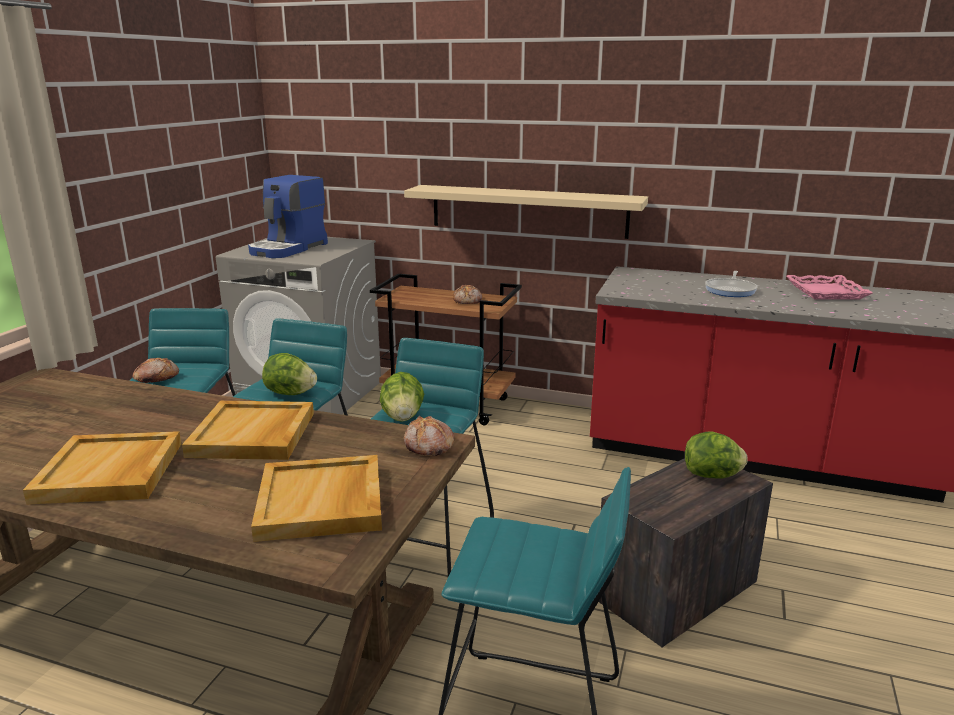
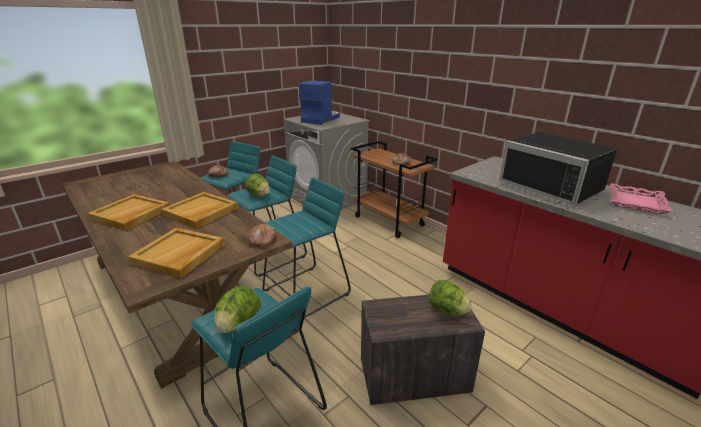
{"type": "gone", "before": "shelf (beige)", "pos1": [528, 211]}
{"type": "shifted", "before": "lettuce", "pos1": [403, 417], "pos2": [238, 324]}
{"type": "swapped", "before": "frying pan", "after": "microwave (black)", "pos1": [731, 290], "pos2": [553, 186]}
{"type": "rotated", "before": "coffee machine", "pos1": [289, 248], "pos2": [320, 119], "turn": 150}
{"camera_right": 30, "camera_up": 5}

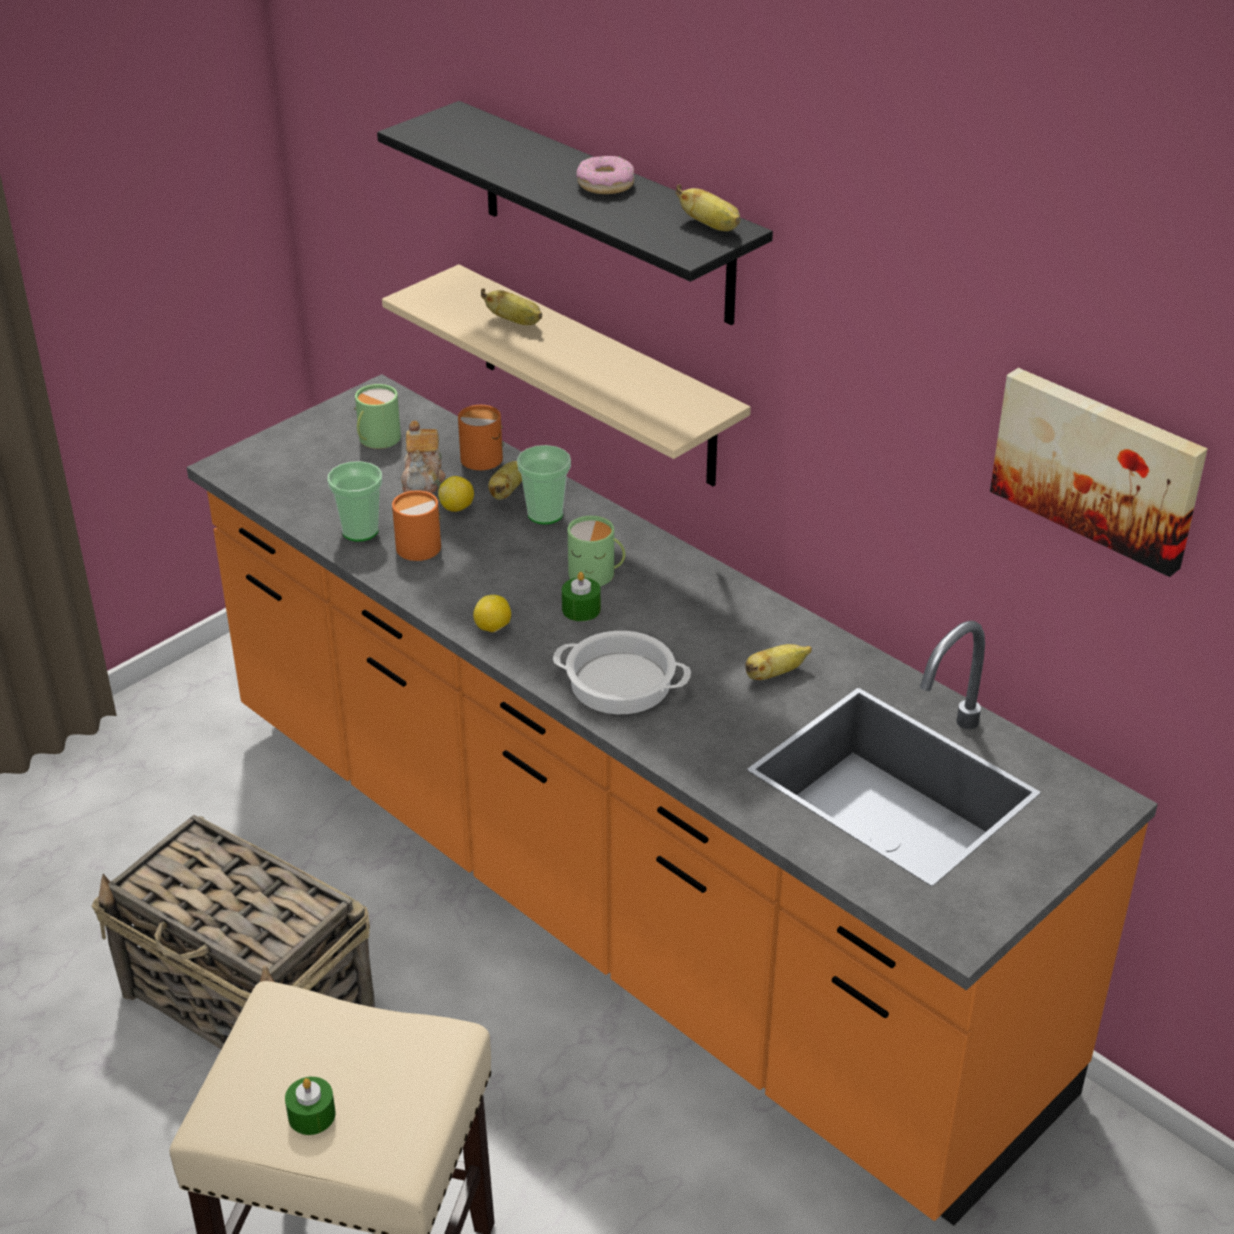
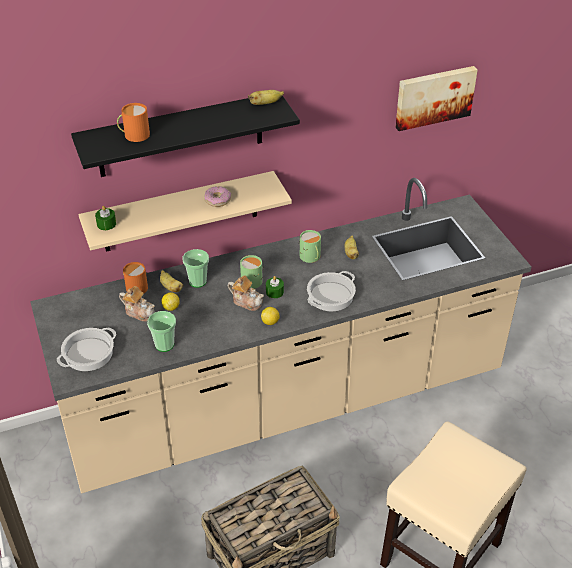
{"type": "gone", "before": "banana", "pos1": [515, 322]}
{"type": "new", "after": "cooking pot", "pos2": [88, 353]}
{"type": "new", "after": "teapot", "pos2": [247, 301]}
{"type": "shifted", "before": "candle (green)", "pos1": [311, 1115], "pos2": [106, 224]}
{"type": "shifted", "before": "mug (green)", "pos1": [376, 439], "pos2": [310, 257]}
{"type": "shifted", "before": "mug (orange)", "pos1": [416, 544], "pos2": [134, 134]}
{"type": "shifted", "before": "donut", "pos1": [606, 184], "pos2": [218, 200]}
{"type": "repainted", "before": "counter (orange)", "after": "counter (beige)", "pos1": [617, 898], "pos2": [286, 403]}
{"camera_right": -65, "camera_up": 5}

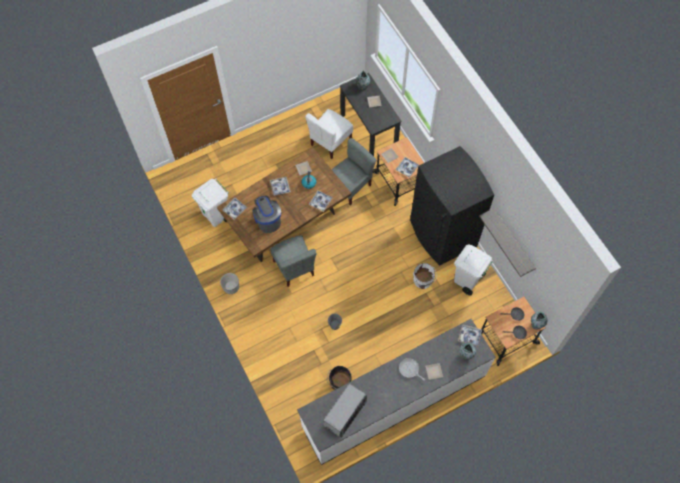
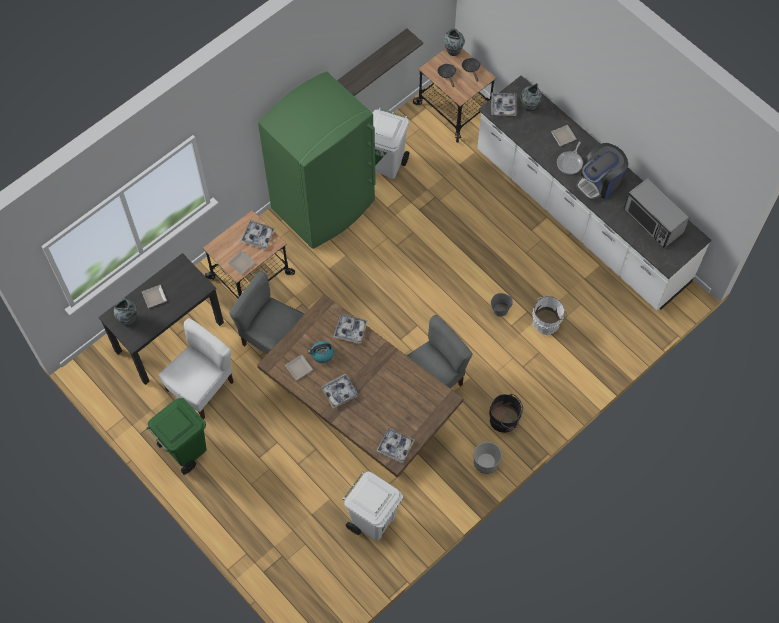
{"type": "new", "after": "trash can (green)", "pos2": [185, 449]}
{"type": "shifted", "before": "coffee machine", "pos1": [267, 219], "pos2": [599, 182]}
{"type": "shifted", "before": "bucket (black)", "pos1": [339, 383], "pos2": [505, 420]}
{"type": "shifted", "before": "bucket (white)", "pos1": [423, 281], "pos2": [547, 321]}
{"type": "repainted", "before": "fridge (black)", "after": "fridge (green)", "pos1": [442, 234], "pos2": [324, 205]}
{"type": "rotated", "before": "chair (white)", "pos1": [330, 142], "pos2": [201, 387], "turn": -75}
{"type": "rotated", "before": "microwave", "pos1": [345, 413], "pos2": [652, 221], "turn": -150}
{"camera_right": -105, "camera_up": 0}

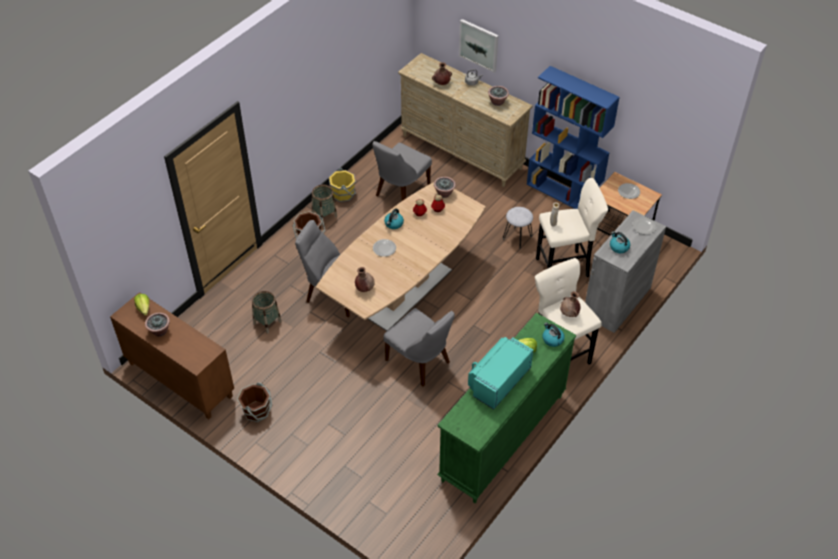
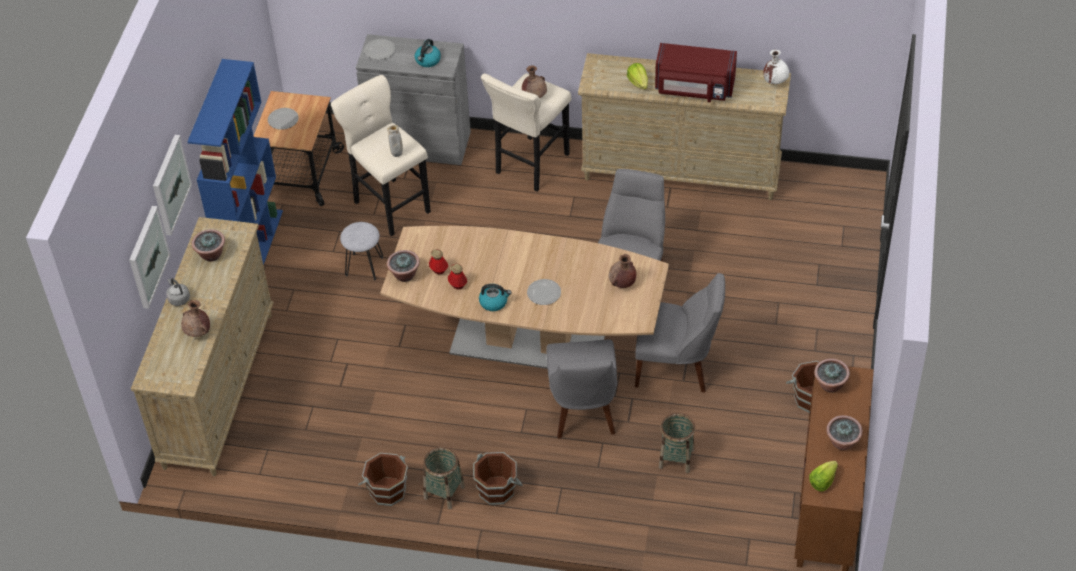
{"type": "gone", "before": "kettle", "pos1": [552, 339]}
{"type": "new", "after": "picture", "pos2": [170, 184]}
{"type": "new", "after": "vase (white)", "pos2": [775, 81]}
{"type": "new", "after": "potted plant", "pos2": [830, 385]}
{"type": "shifted", "before": "chair (grey)", "pos1": [401, 191], "pos2": [677, 367]}
{"type": "repainted", "before": "bucket (yellow)", "after": "bucket (brown)", "pos1": [343, 194], "pos2": [387, 490]}
{"type": "repainted", "before": "dresser (green)", "after": "dresser (beige)", "pos1": [502, 438], "pos2": [682, 172]}
{"type": "repainted", "before": "microwave (turquoise)", "after": "microwave (red)", "pos1": [498, 380], "pos2": [694, 89]}
{"camera_right": -115, "camera_up": 0}

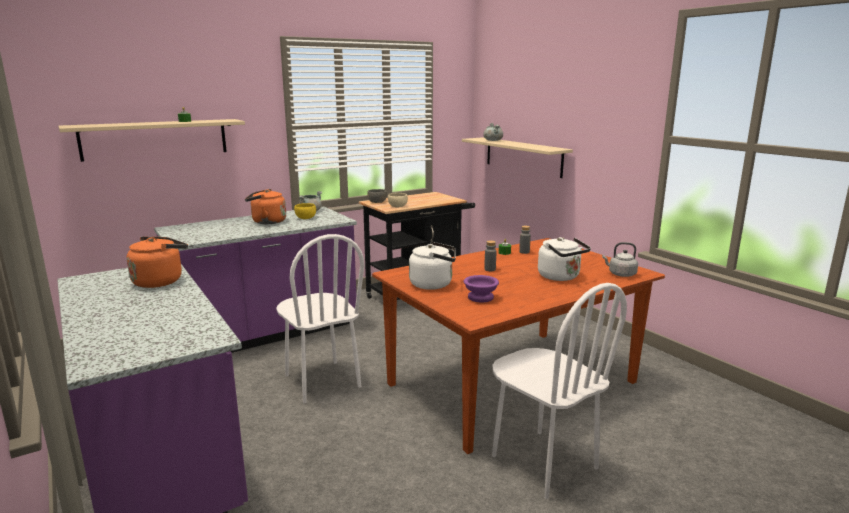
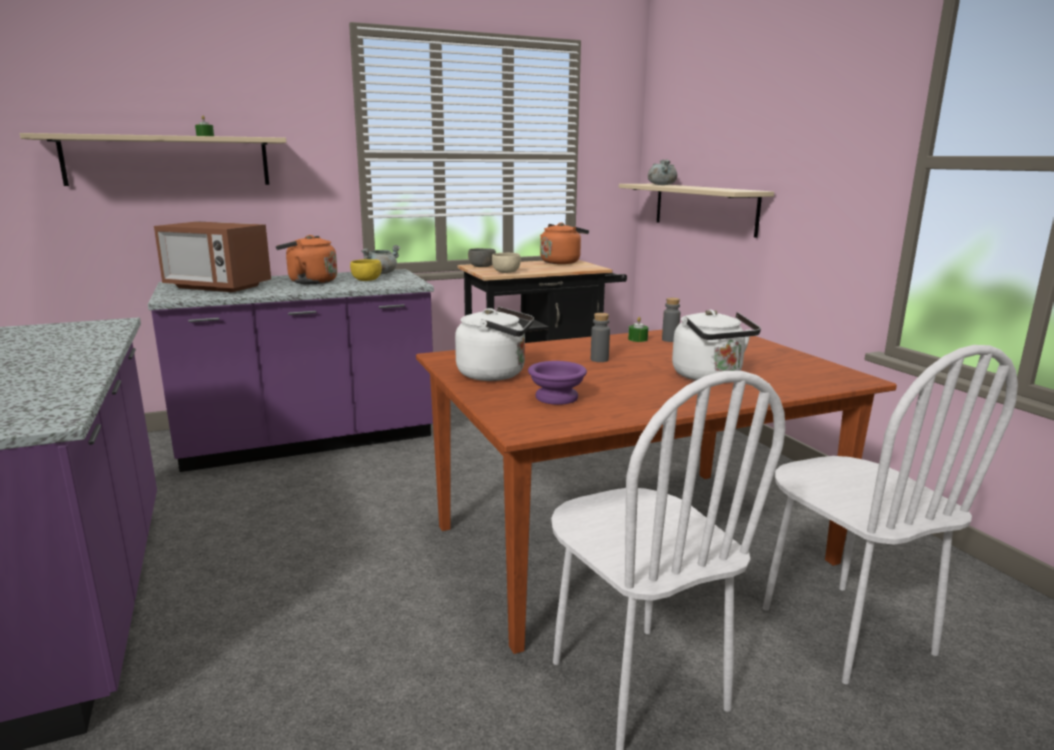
{"type": "gone", "before": "kettle (grey)", "pos1": [620, 274]}
{"type": "new", "after": "microwave", "pos2": [218, 287]}
{"type": "shifted", "before": "kettle (orange)", "pos1": [160, 281], "pos2": [561, 262]}
{"type": "shifted", "before": "chair (white)", "pos1": [321, 381], "pos2": [845, 630]}
{"camera_right": 10, "camera_up": 0}

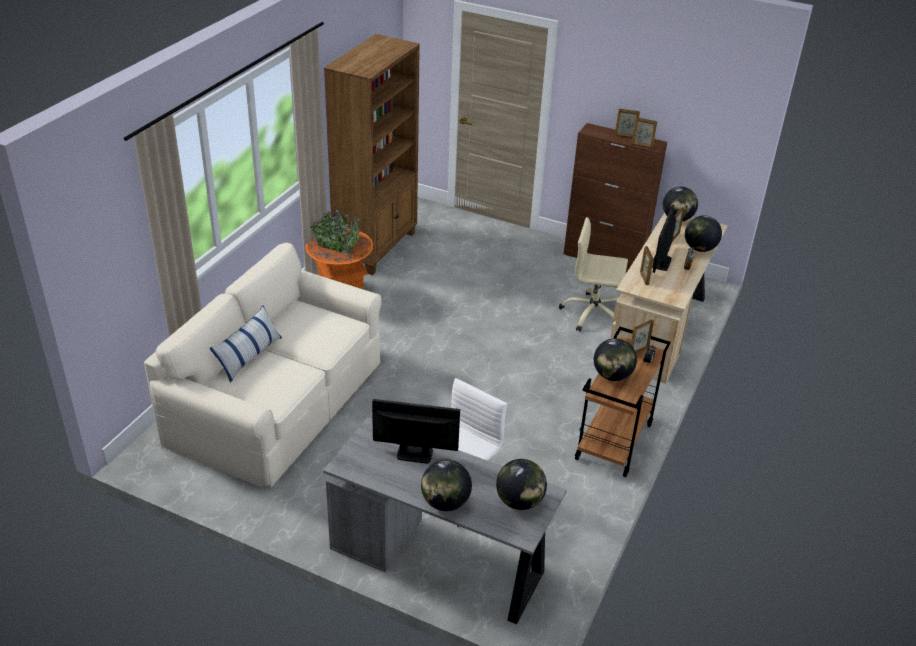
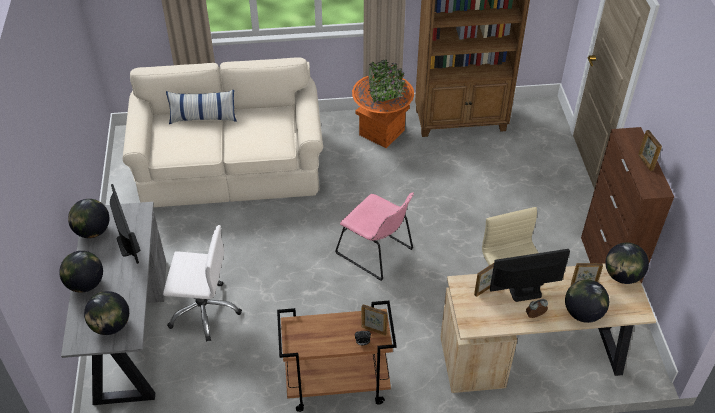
{"type": "gone", "before": "picture frame", "pos1": [642, 146]}
{"type": "new", "after": "chair (pink)", "pos2": [377, 253]}
{"type": "shifted", "before": "globe", "pos1": [612, 376], "pos2": [93, 231]}
{"camera_right": 60, "camera_up": 10}

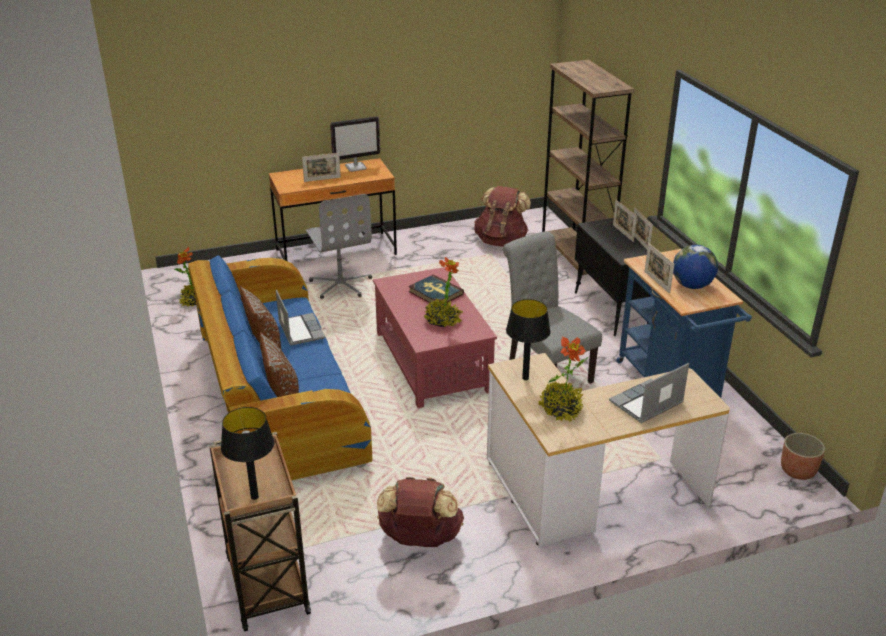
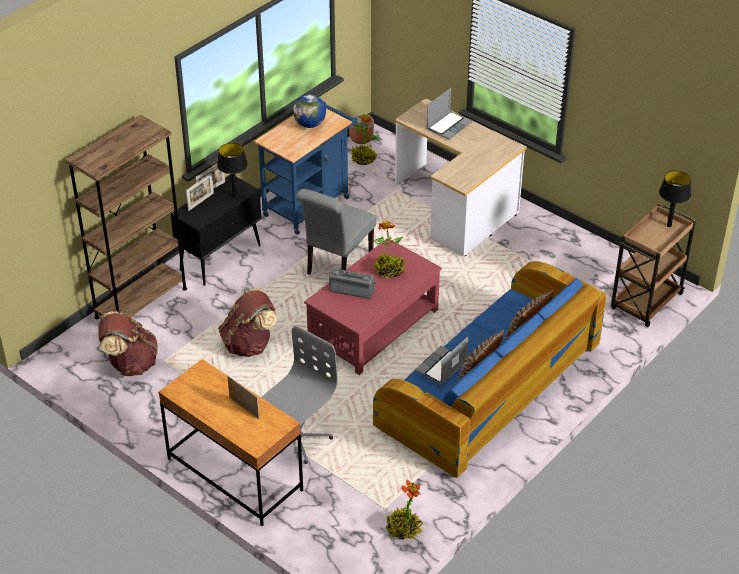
{"type": "gone", "before": "monitor", "pos1": [356, 167]}
{"type": "gone", "before": "picture frame", "pos1": [657, 282]}
{"type": "shifted", "before": "backpack (brown)", "pos1": [420, 539], "pos2": [249, 344]}
{"type": "shifted", "before": "table lamp (black)", "pos1": [525, 378], "pos2": [235, 196]}
{"type": "shifted", "before": "potted plant", "pos1": [560, 409], "pos2": [363, 159]}
{"type": "swapped", "before": "book", "after": "radio", "pos1": [435, 293], "pos2": [352, 289]}
{"type": "rotated", "before": "laptop", "pos1": [646, 403], "pos2": [448, 126], "turn": -75}
{"camera_right": -120, "camera_up": 10}

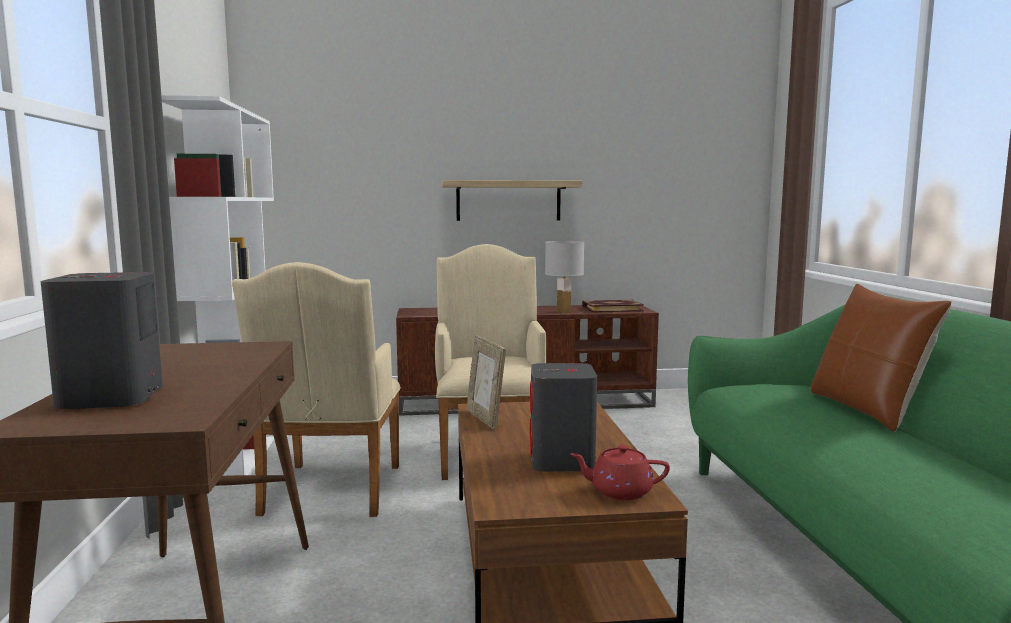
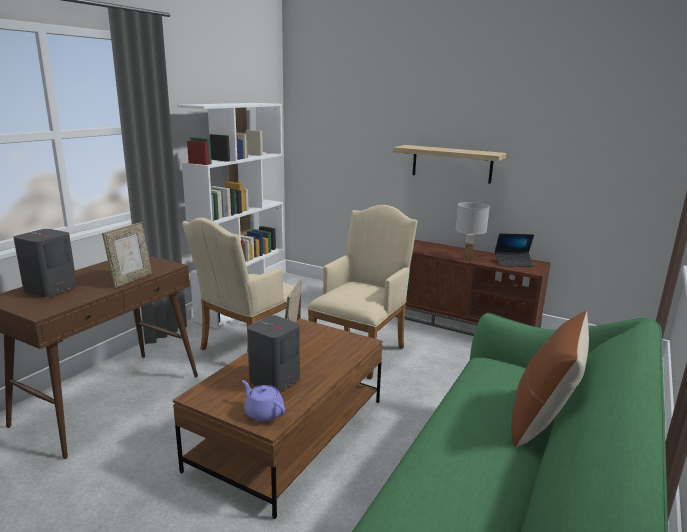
{"type": "new", "after": "picture frame", "pos2": [131, 280]}
{"type": "swapped", "before": "book", "after": "laptop", "pos1": [611, 308], "pos2": [513, 263]}
{"type": "repainted", "before": "teapot (red)", "after": "teapot (purple)", "pos1": [619, 491], "pos2": [263, 413]}
{"camera_right": 35, "camera_up": 10}

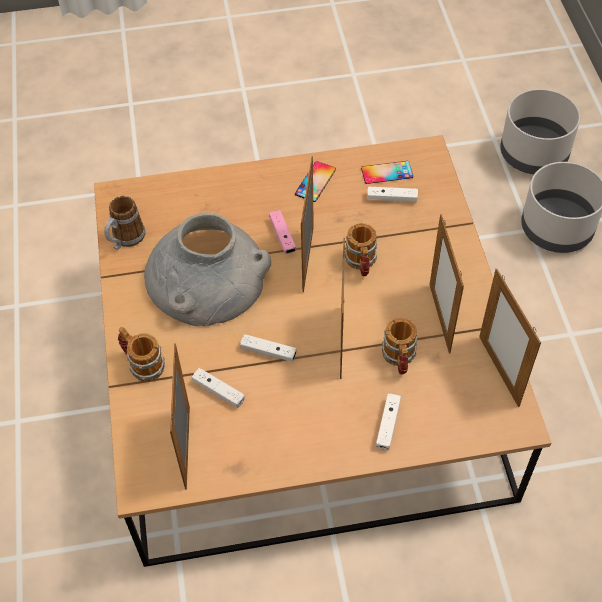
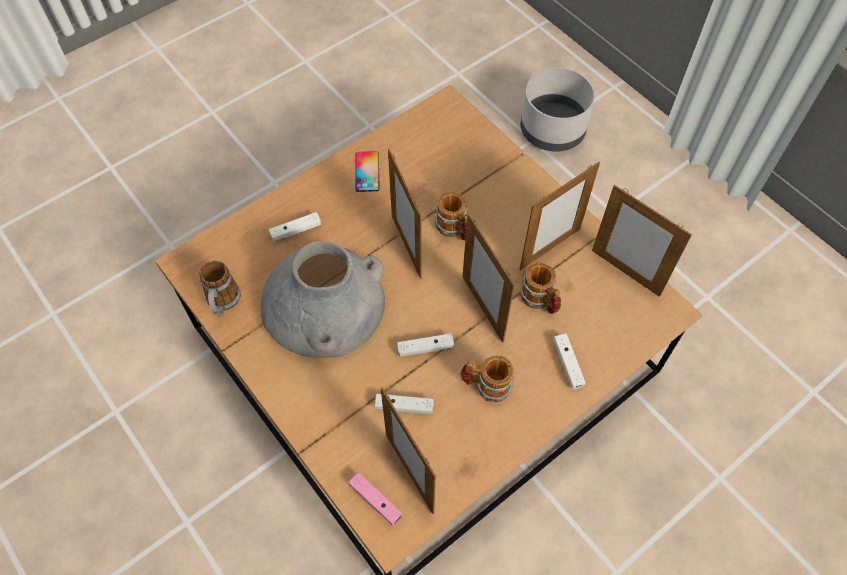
{"type": "gone", "before": "phone", "pos1": [387, 172]}
{"type": "gone", "before": "planter (grey)", "pos1": [532, 154]}
{"type": "shifted", "before": "mug", "pos1": [142, 363], "pos2": [486, 385]}
{"type": "shifted", "before": "game controller (pink)", "pos1": [282, 236], "pos2": [375, 501]}
{"type": "shifted", "before": "game controller (white)", "pos1": [392, 198], "pos2": [296, 230]}
{"type": "rotated", "before": "picture frame", "pos1": [439, 318], "pos2": [550, 248], "turn": -90}
{"camera_right": -30, "camera_up": 5}

